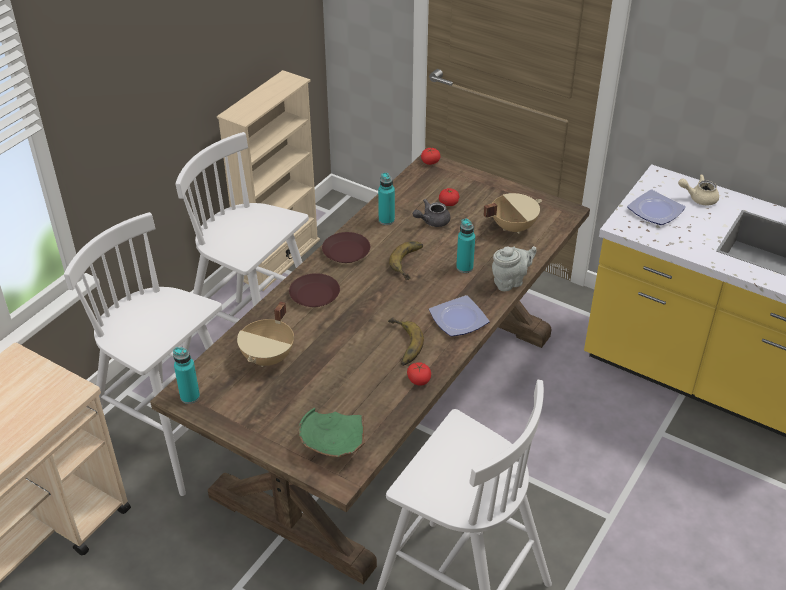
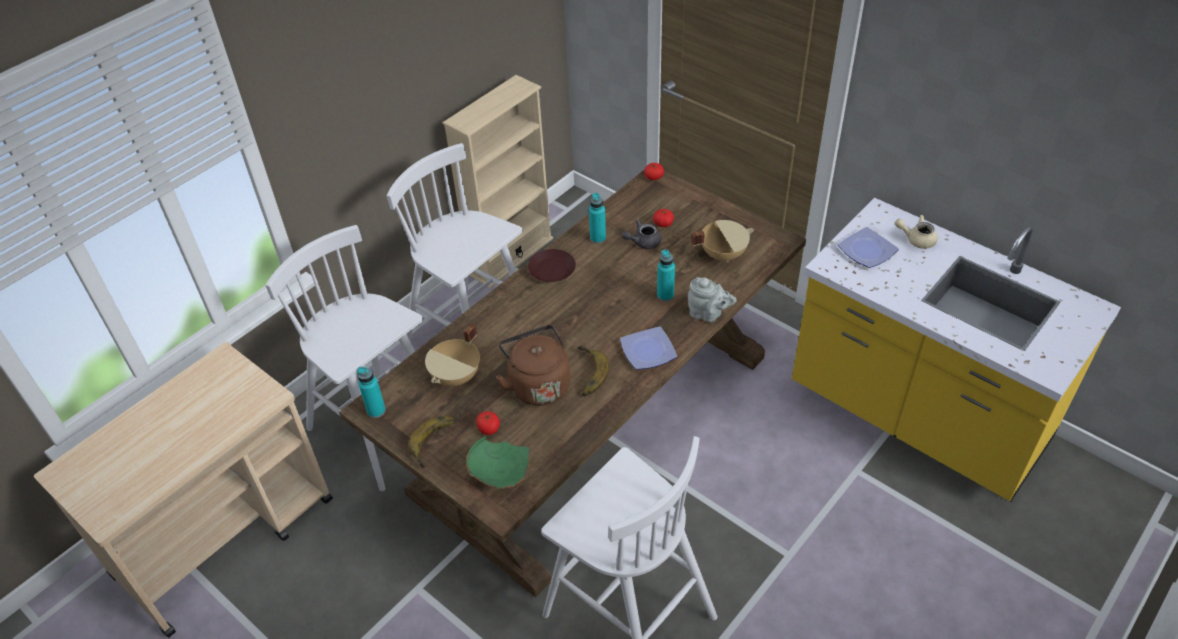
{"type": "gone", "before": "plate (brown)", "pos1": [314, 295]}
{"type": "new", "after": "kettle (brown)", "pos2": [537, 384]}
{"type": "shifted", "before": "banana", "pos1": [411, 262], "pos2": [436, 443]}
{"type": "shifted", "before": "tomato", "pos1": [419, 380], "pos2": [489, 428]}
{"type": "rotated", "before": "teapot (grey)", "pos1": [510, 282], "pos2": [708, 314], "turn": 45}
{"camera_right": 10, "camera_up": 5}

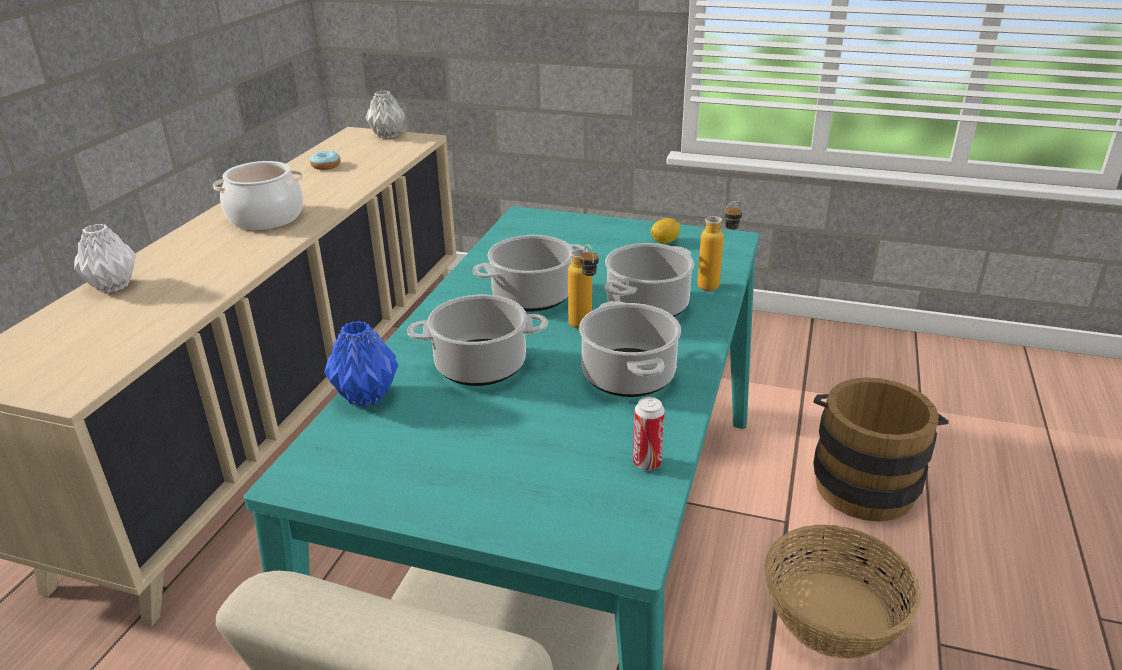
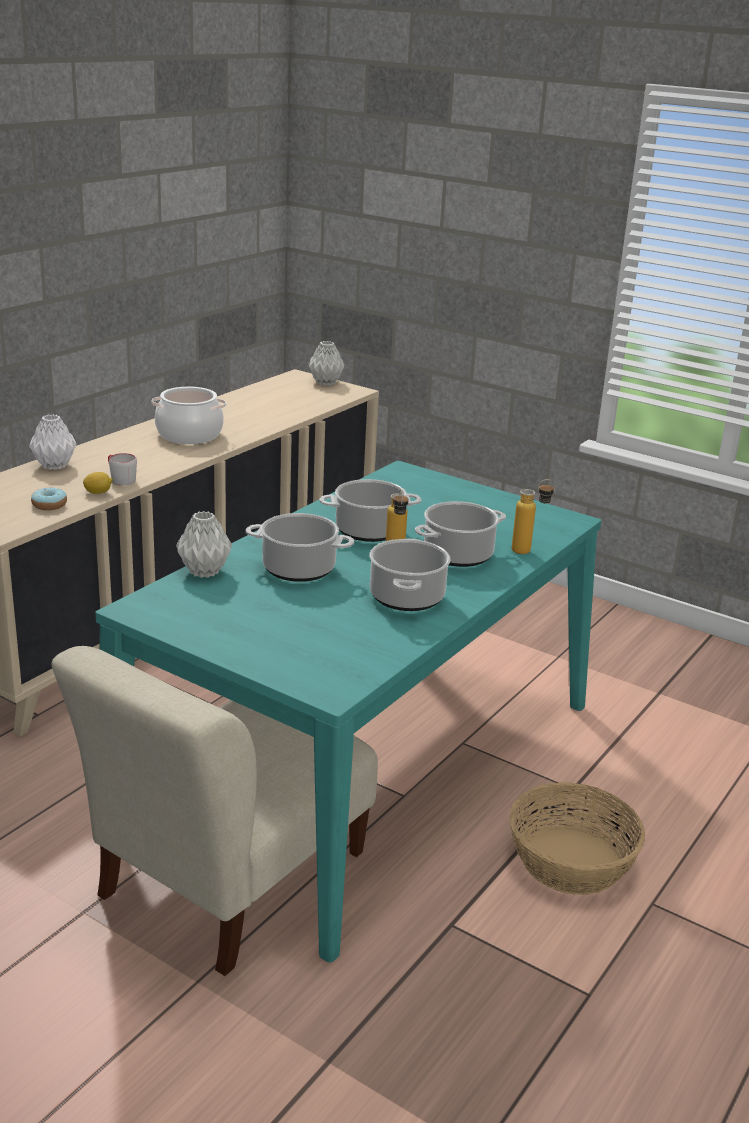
{"type": "gone", "before": "can", "pos1": [647, 463]}
{"type": "gone", "before": "bucket (brown)", "pos1": [864, 481]}
{"type": "new", "after": "mug (grey)", "pos2": [120, 479]}
{"type": "shifted", "before": "donut", "pos1": [326, 166], "pos2": [49, 505]}
{"type": "shifted", "before": "lemon", "pos1": [665, 241], "pos2": [98, 492]}
{"type": "repainted", "before": "vase (blue)", "after": "vase (grey)", "pos1": [365, 397], "pos2": [203, 572]}
{"camera_right": 15, "camera_up": -5}

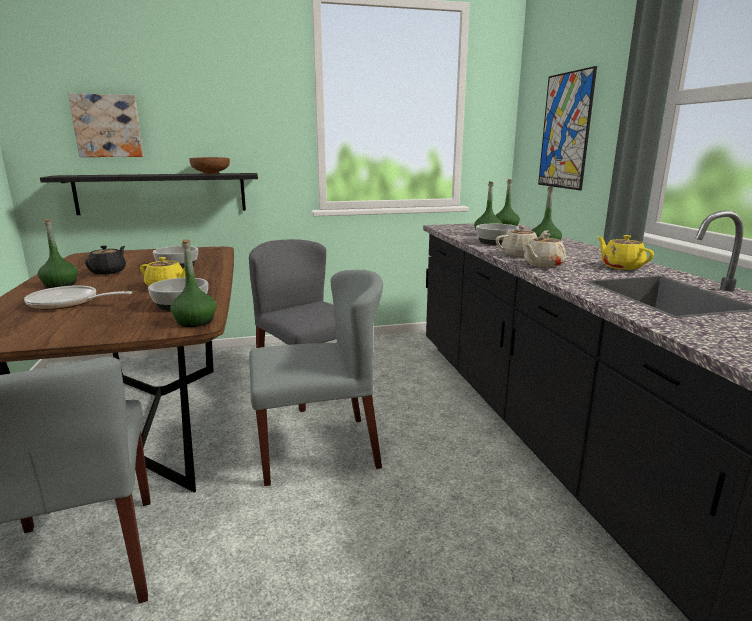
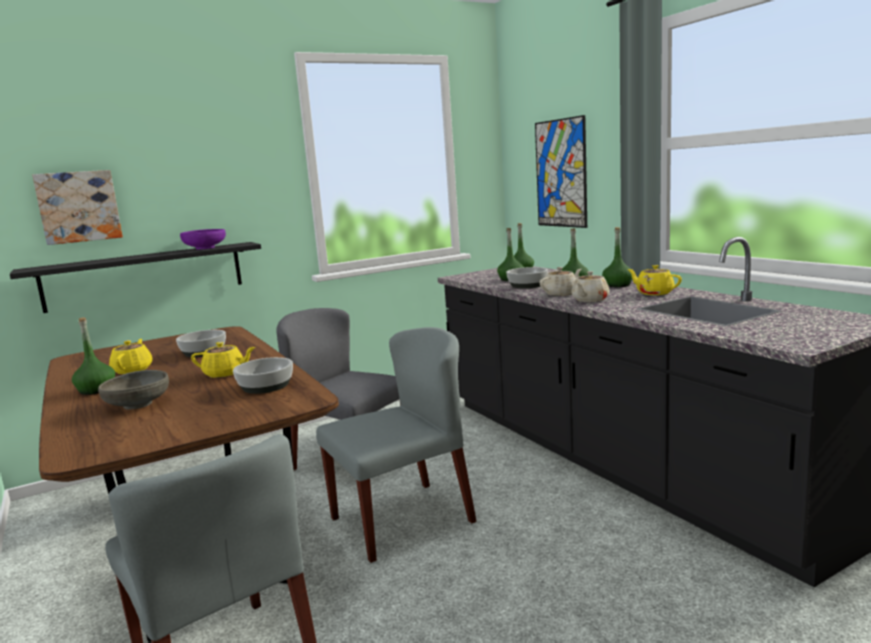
{"type": "shifted", "before": "bottle (green)", "pos1": [195, 322], "pos2": [618, 285]}
{"type": "swapped", "before": "frying pan", "after": "bowl (grey)", "pos1": [68, 303], "pos2": [138, 404]}
{"type": "repainted", "before": "teapot (black)", "after": "teapot (yellow)", "pos1": [109, 272], "pos2": [133, 370]}
{"type": "repainted", "before": "bowl (brown)", "after": "bowl (purple)", "pos1": [210, 174], "pos2": [205, 248]}
{"camera_right": -15, "camera_up": -5}

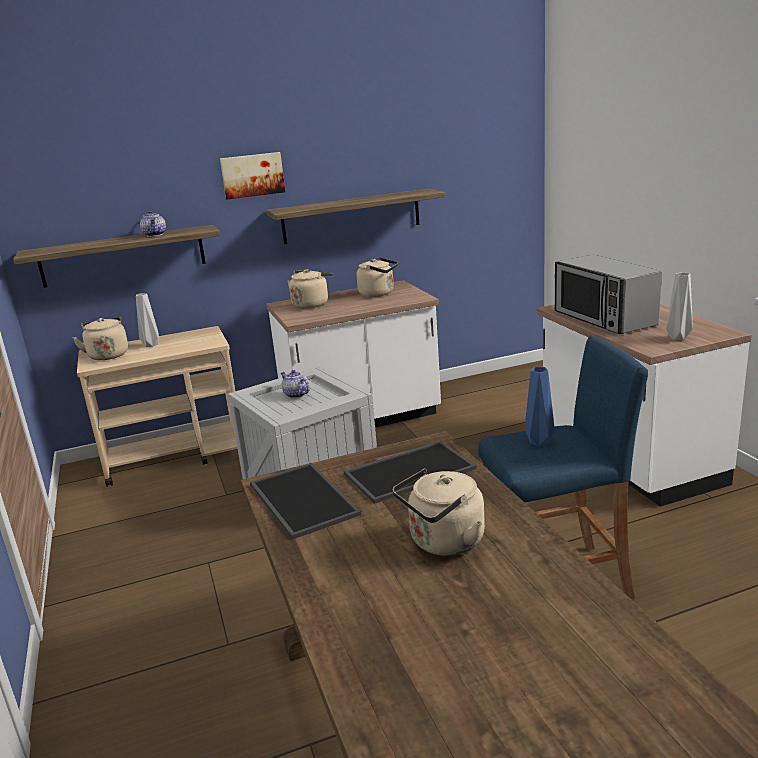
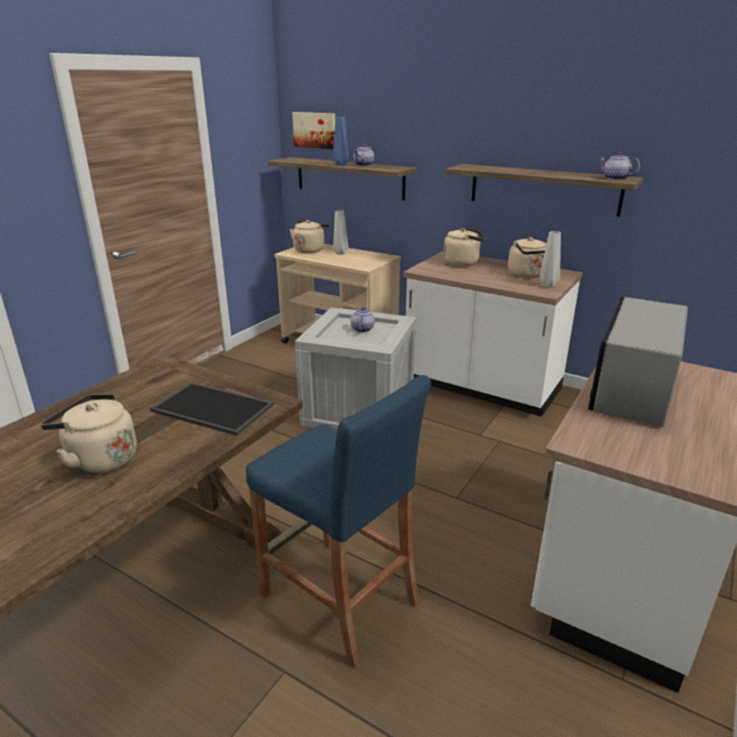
{"type": "gone", "before": "tray", "pos1": [300, 499]}
{"type": "new", "after": "teapot", "pos2": [615, 178]}
{"type": "shifted", "before": "picture", "pos1": [252, 175], "pos2": [315, 130]}
{"type": "shifted", "before": "vase (blue)", "pos1": [540, 442], "pos2": [340, 165]}
{"type": "shifted", "before": "vase (grey)", "pos1": [677, 337], "pos2": [548, 285]}
{"camera_right": 50, "camera_up": 5}

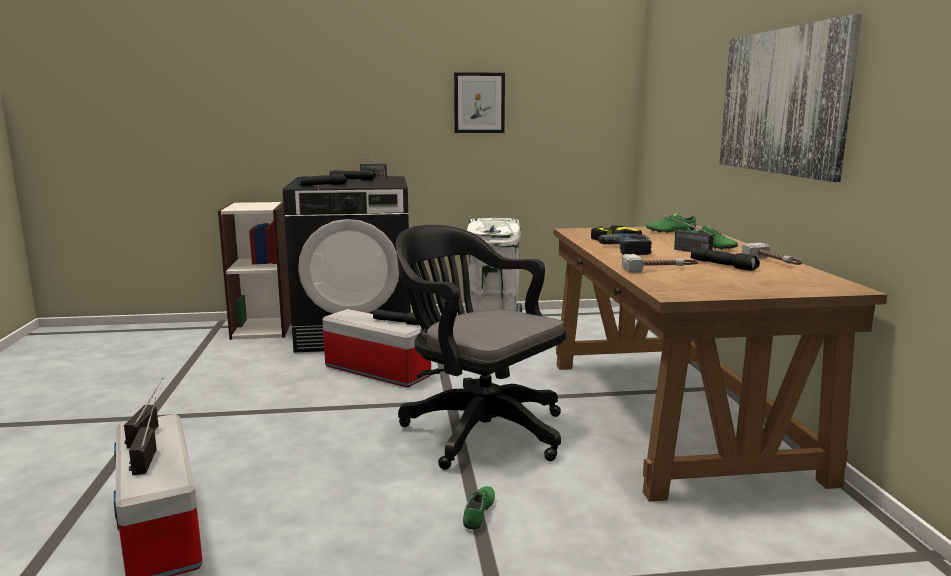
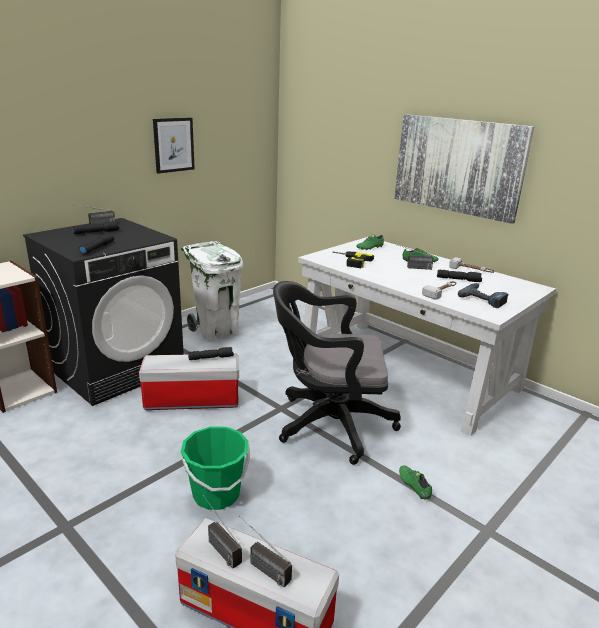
{"type": "new", "after": "bucket (green)", "pos2": [216, 494]}
{"type": "shifted", "before": "power drill", "pos1": [631, 249], "pos2": [483, 298]}
{"type": "repainted", "before": "desk (brown)", "after": "desk (white)", "pos1": [673, 414], "pos2": [407, 370]}
{"camera_right": -40, "camera_up": 10}

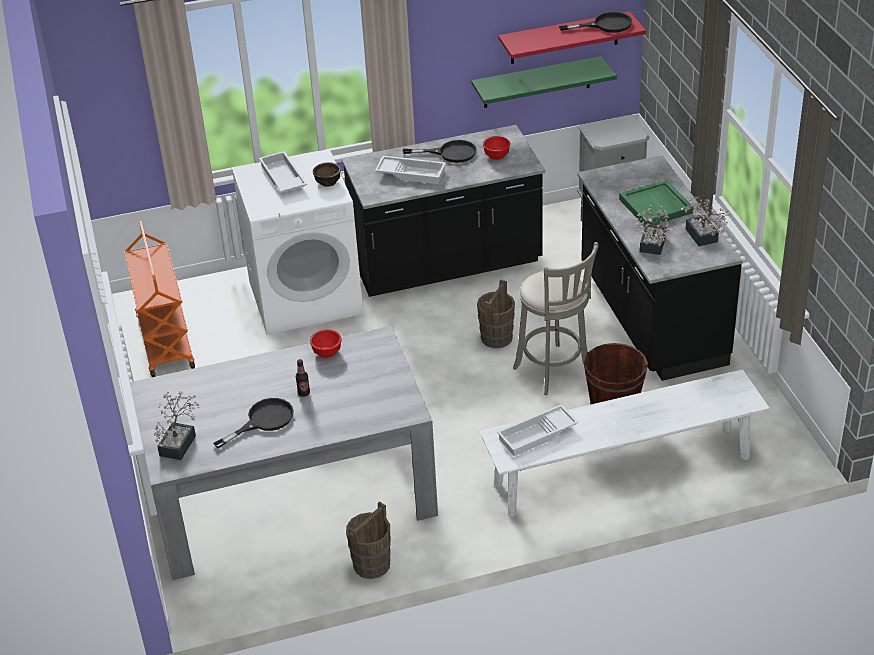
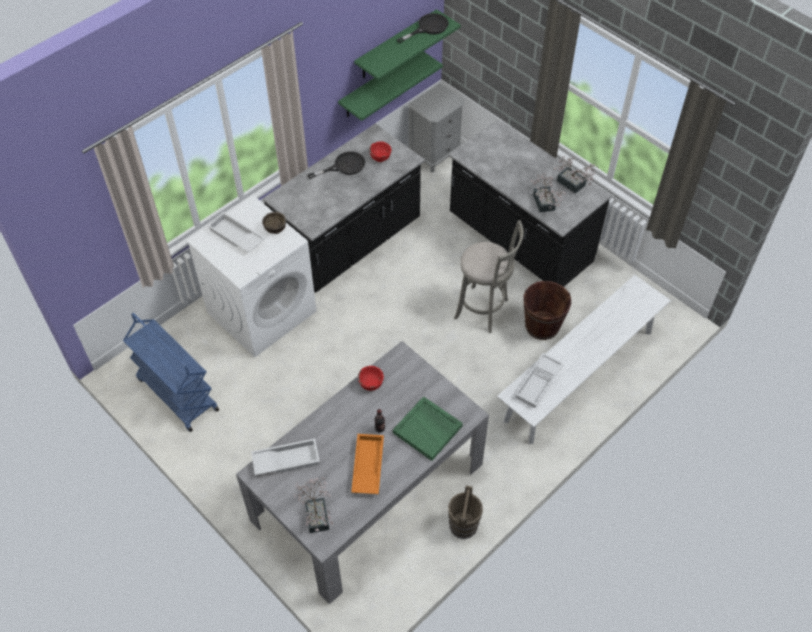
{"type": "gone", "before": "bucket (brown)", "pos1": [497, 337]}
{"type": "shifted", "before": "tray (white)", "pos1": [412, 173], "pos2": [286, 459]}
{"type": "shifted", "before": "tray (green)", "pos1": [656, 206], "pos2": [428, 429]}
{"type": "swapped", "before": "frying pan (black)", "after": "tray (orange)", "pos1": [263, 421], "pos2": [367, 466]}
{"type": "repainted", "before": "cart (orange)", "after": "cart (blue)", "pos1": [164, 341], "pos2": [177, 394]}
{"type": "repainted", "before": "shelf (red)", "after": "shelf (green)", "pos1": [564, 38], "pos2": [396, 45]}
{"camera_right": -30, "camera_up": 15}

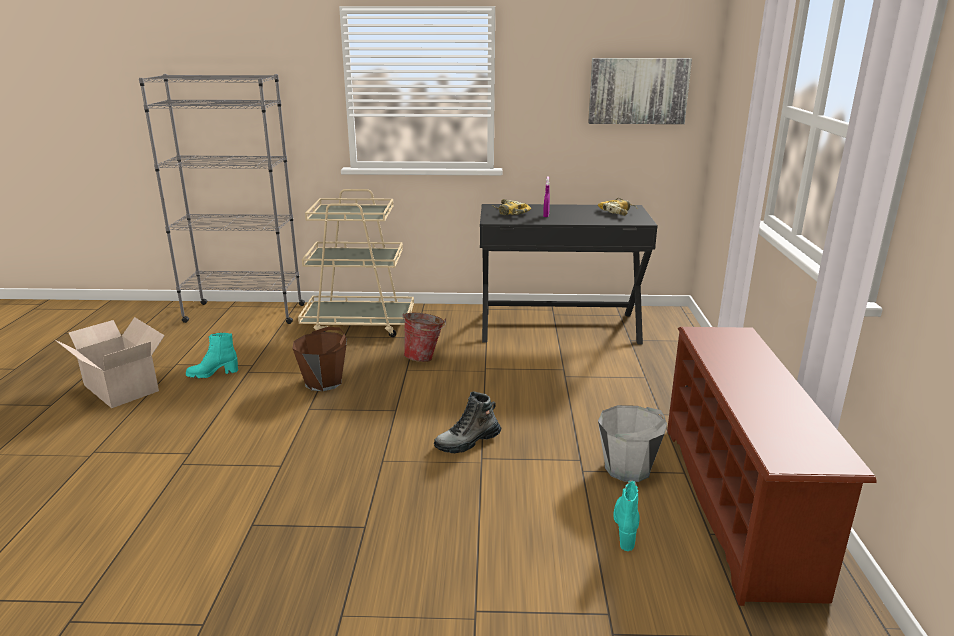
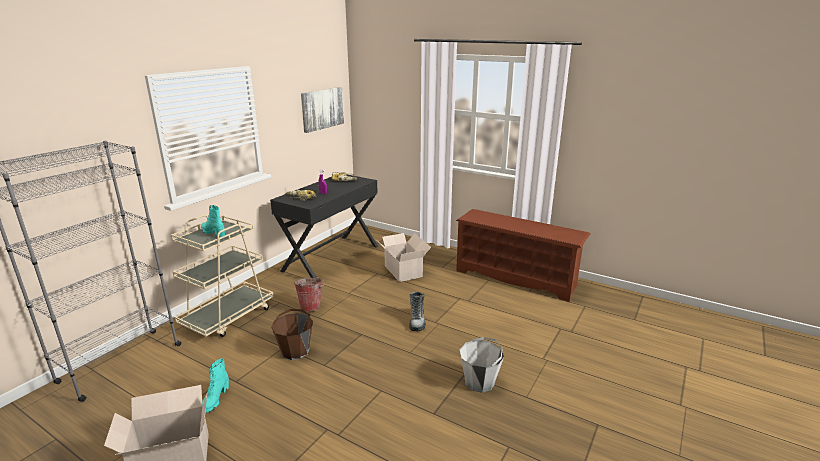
{"type": "new", "after": "cardboard box", "pos2": [403, 270]}
{"type": "shifted", "before": "bucket (grey)", "pos1": [628, 468], "pos2": [479, 382]}
{"type": "shifted", "before": "boot (turquoise)", "pos1": [626, 528], "pos2": [214, 233]}
{"camera_right": -60, "camera_up": 0}

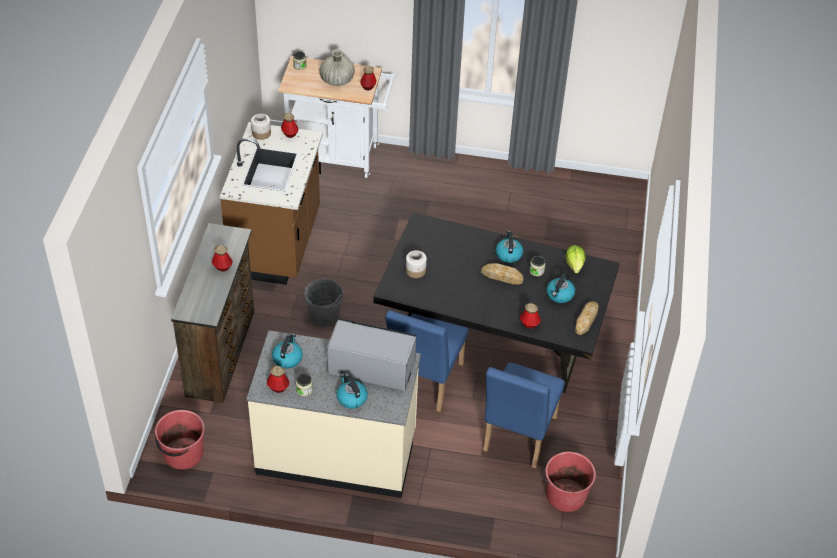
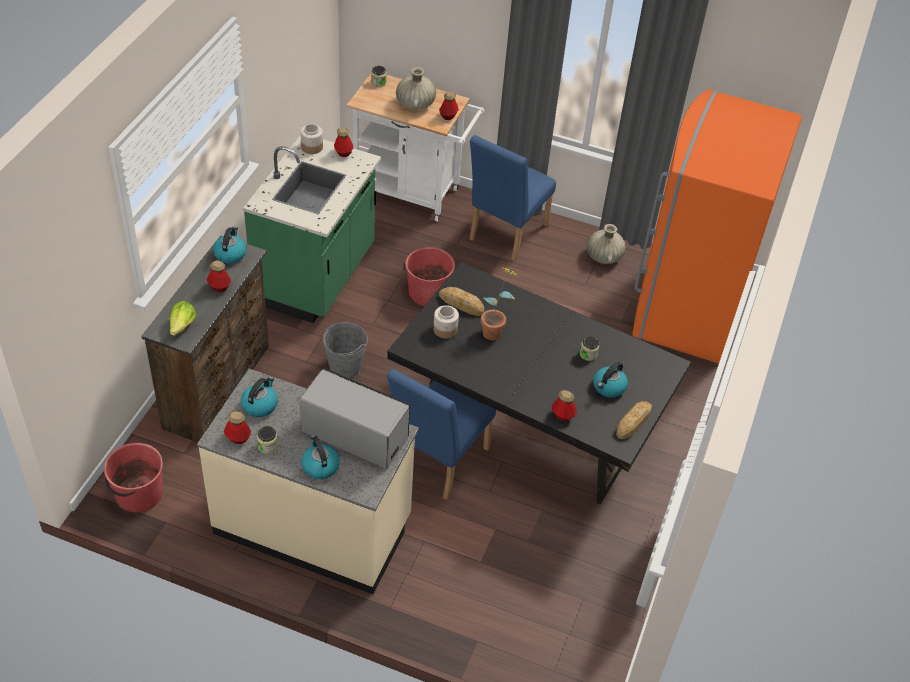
{"type": "new", "after": "potted plant", "pos2": [495, 330]}
{"type": "new", "after": "vase (beige)", "pos2": [604, 256]}
{"type": "new", "after": "fridge (orange)", "pos2": [688, 307]}
{"type": "shifted", "before": "bread", "pos1": [502, 276], "pos2": [461, 304]}
{"type": "shifted", "before": "chair (blue)", "pos1": [517, 438], "pos2": [504, 235]}
{"type": "shifted", "before": "kettle", "pos1": [508, 254], "pos2": [230, 254]}
{"type": "shifted", "before": "bucket (red)", "pos1": [565, 495], "pos2": [428, 292]}
{"type": "shifted", "before": "lettuce", "pos1": [575, 265], "pos2": [182, 325]}
{"type": "repainted", "before": "counter (brown)", "after": "counter (green)", "pos1": [277, 244], "pos2": [317, 277]}
{"camera_right": 10, "camera_up": 0}

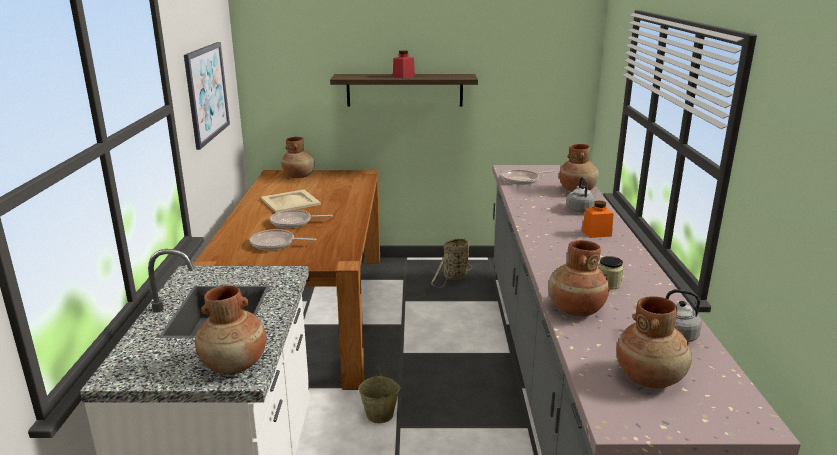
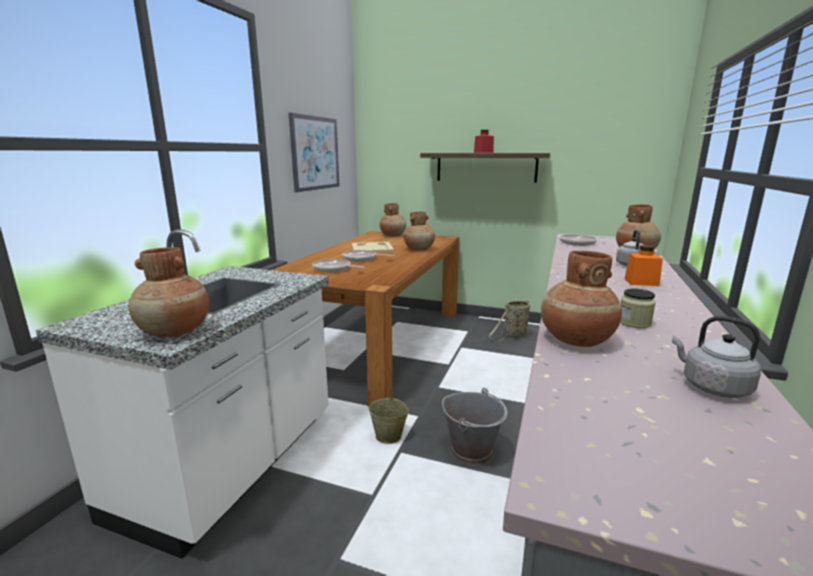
{"type": "new", "after": "bucket (grey)", "pos2": [472, 452]}
{"type": "shifted", "before": "vase (brown)", "pos1": [650, 377], "pos2": [419, 249]}
{"camera_right": 20, "camera_up": -5}

